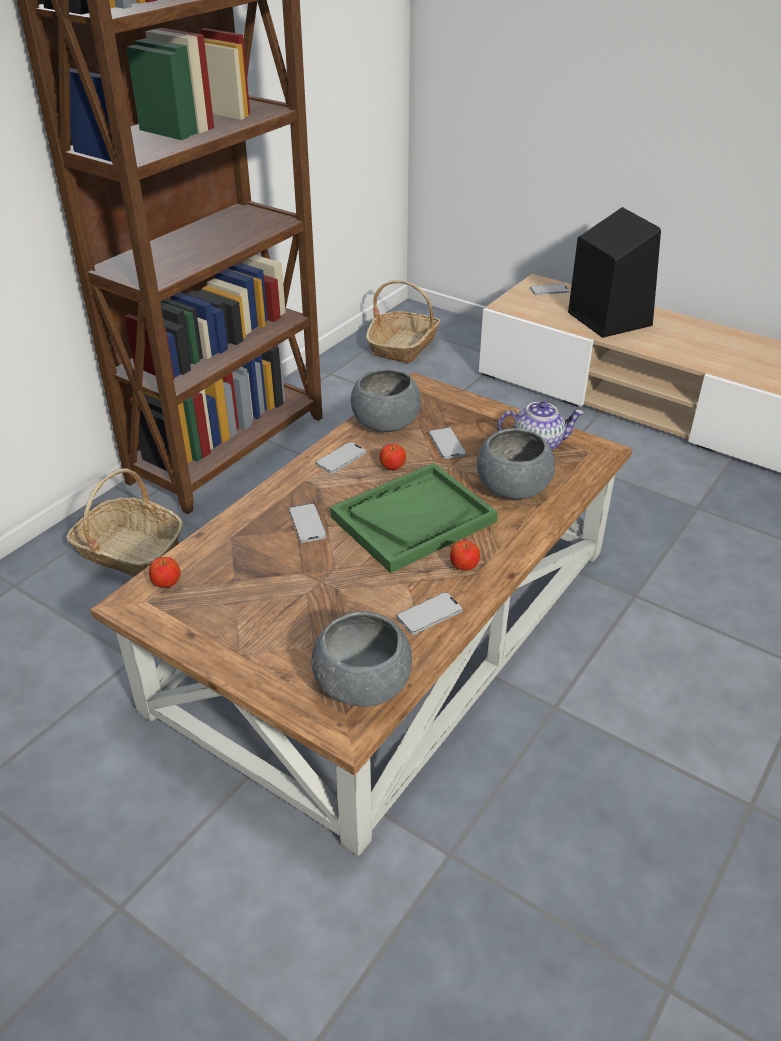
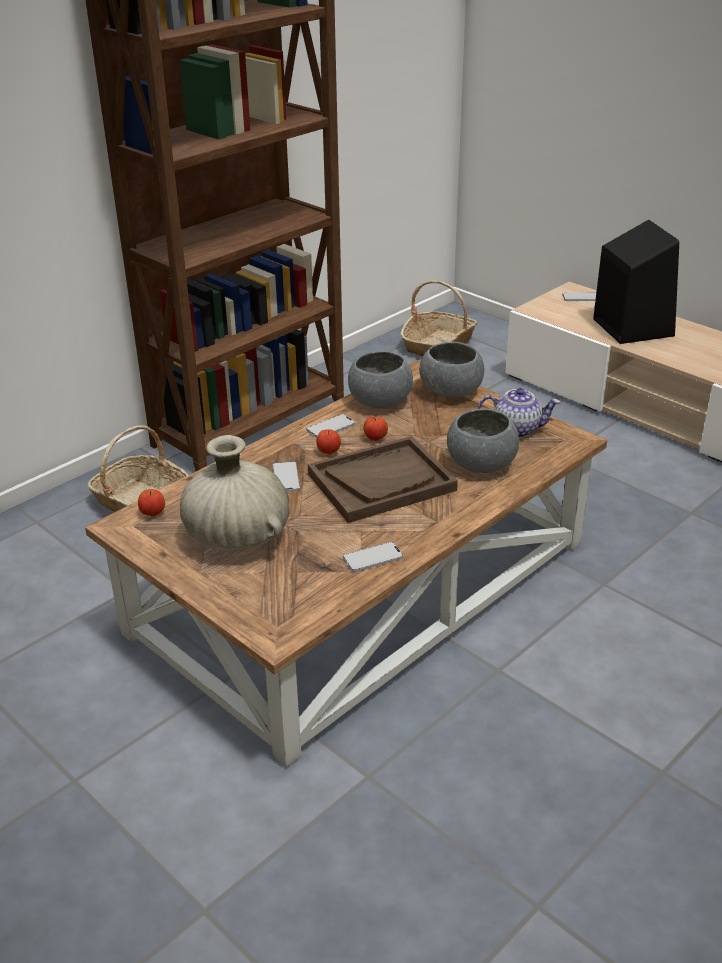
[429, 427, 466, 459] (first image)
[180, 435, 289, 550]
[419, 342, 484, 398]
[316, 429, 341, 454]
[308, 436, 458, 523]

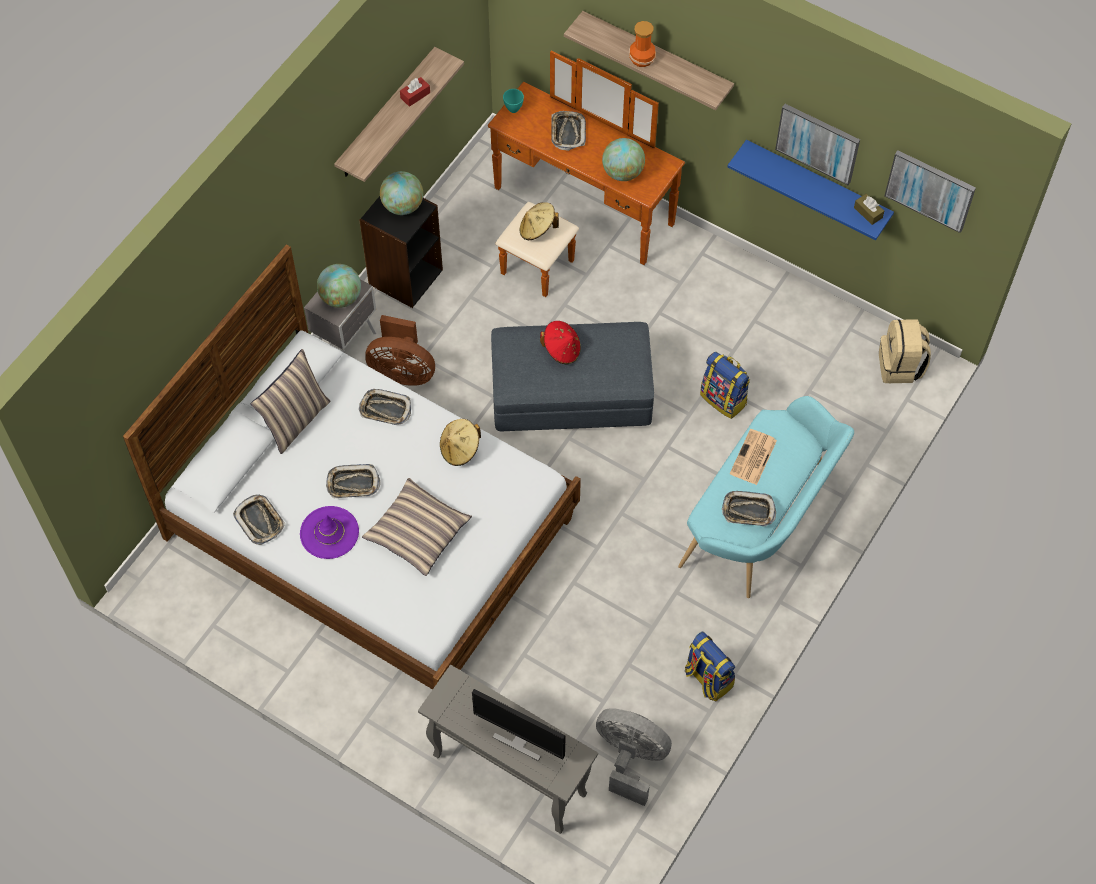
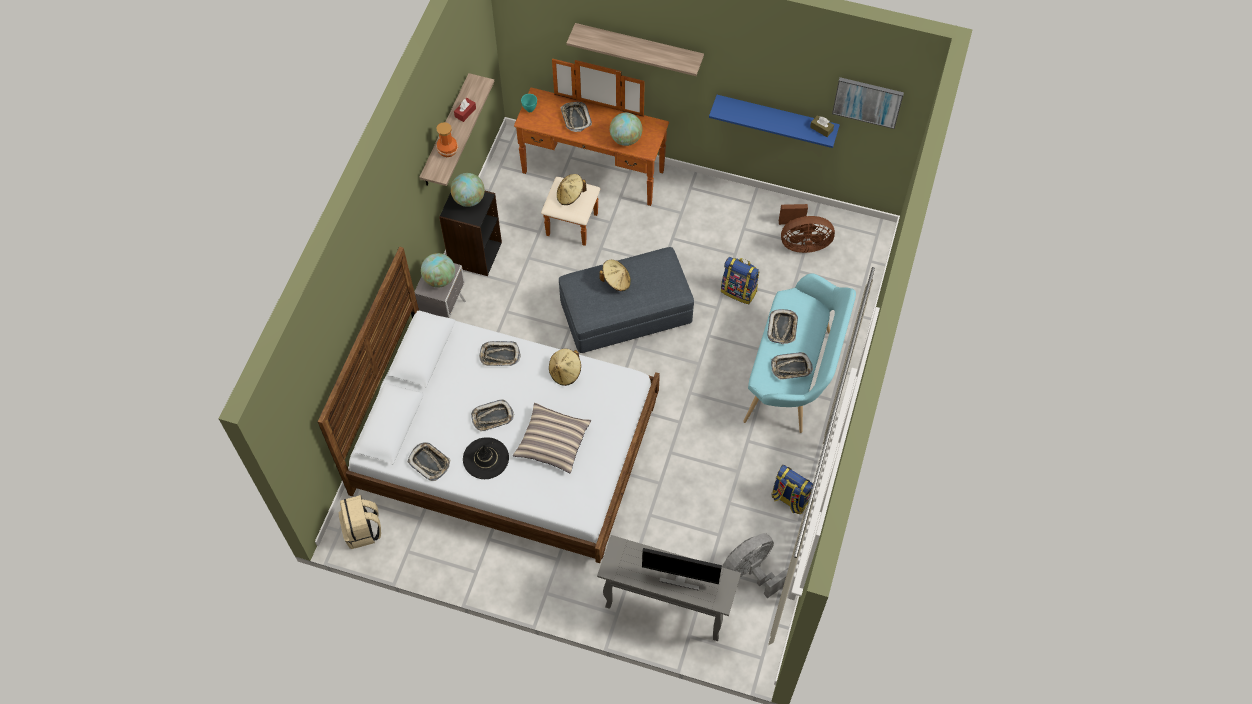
[251, 349, 331, 454] (first image)
[775, 104, 860, 185] (first image)
[779, 204, 835, 253]
[436, 122, 458, 157]
[339, 495, 381, 549]
[768, 309, 798, 344]
[463, 437, 509, 479]
[599, 260, 631, 291]
[722, 533, 789, 598]

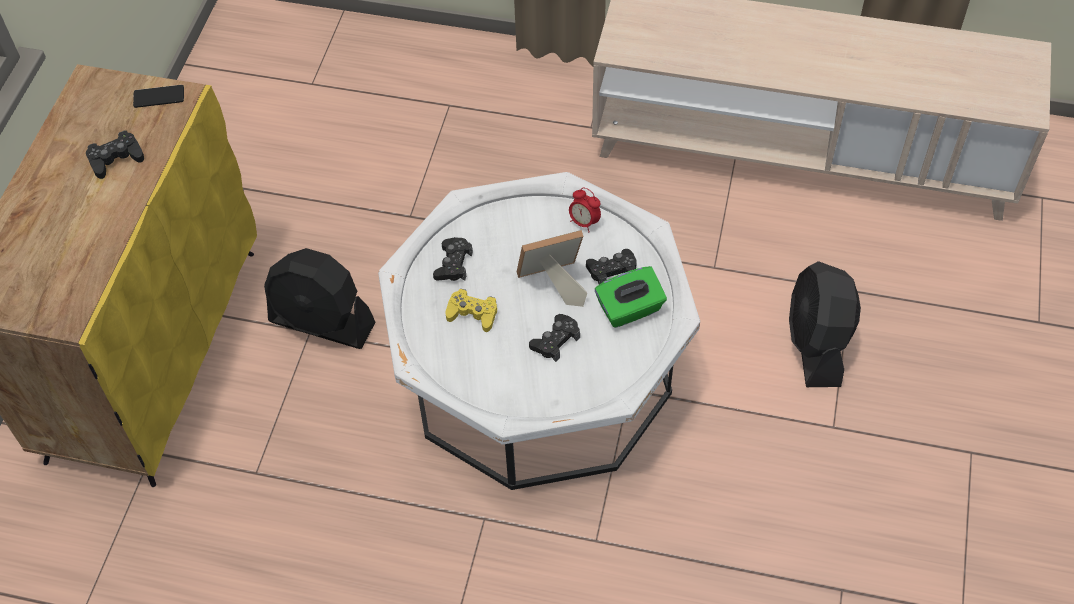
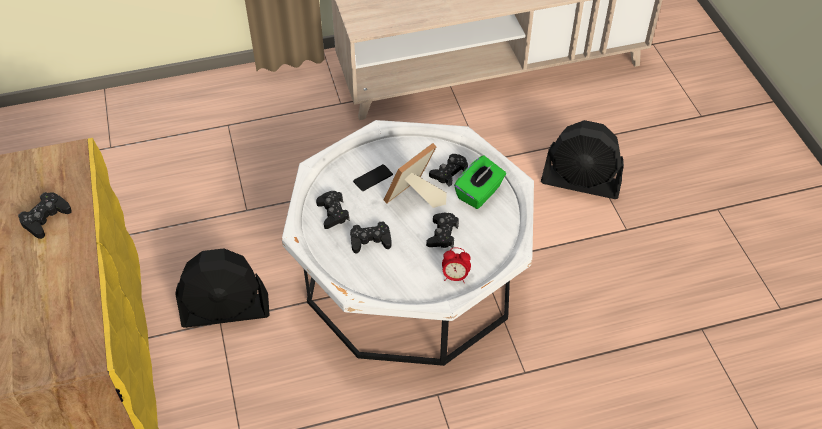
[353, 164, 393, 191]
[442, 247, 471, 283]
[350, 221, 392, 253]
[541, 120, 624, 199]

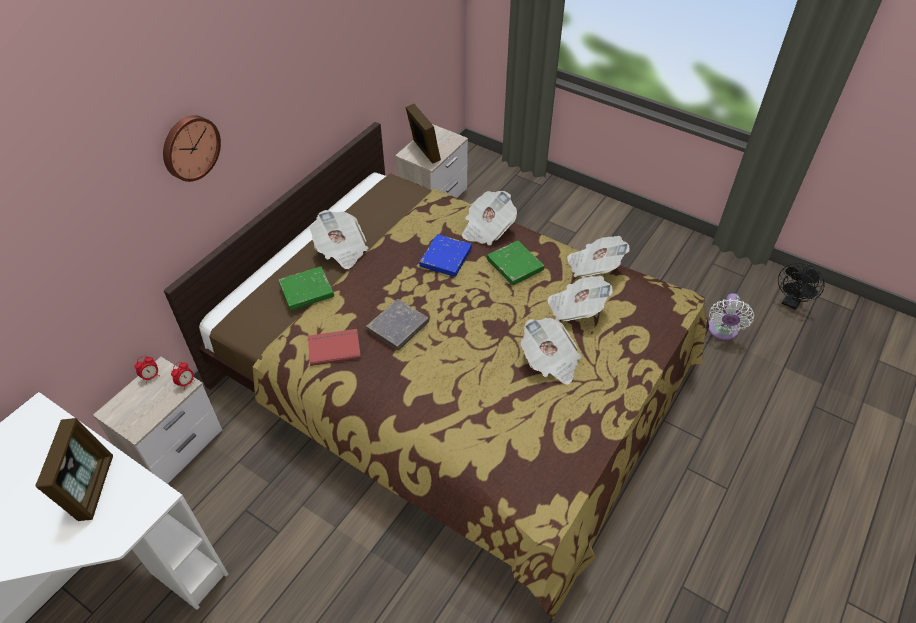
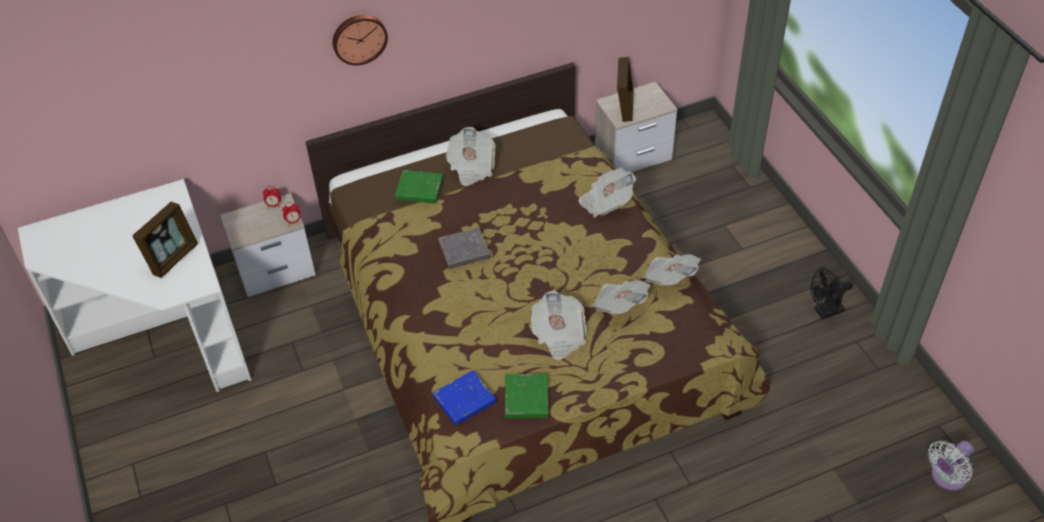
[308, 329, 361, 366] (first image)
[433, 370, 496, 426]
[505, 374, 549, 418]
[928, 441, 974, 491]
[811, 268, 853, 319]

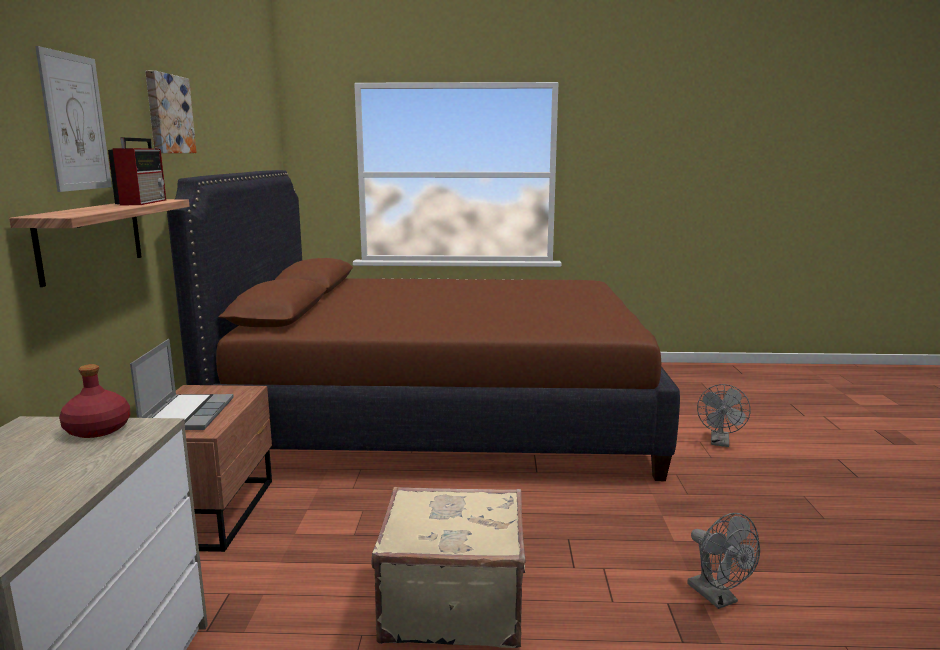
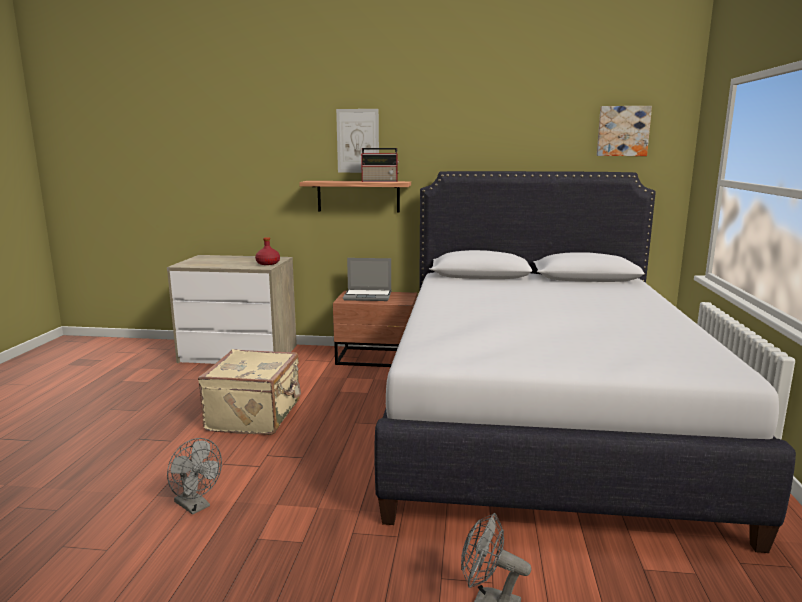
[597, 106, 652, 156]
[375, 171, 796, 553]
[167, 438, 222, 515]

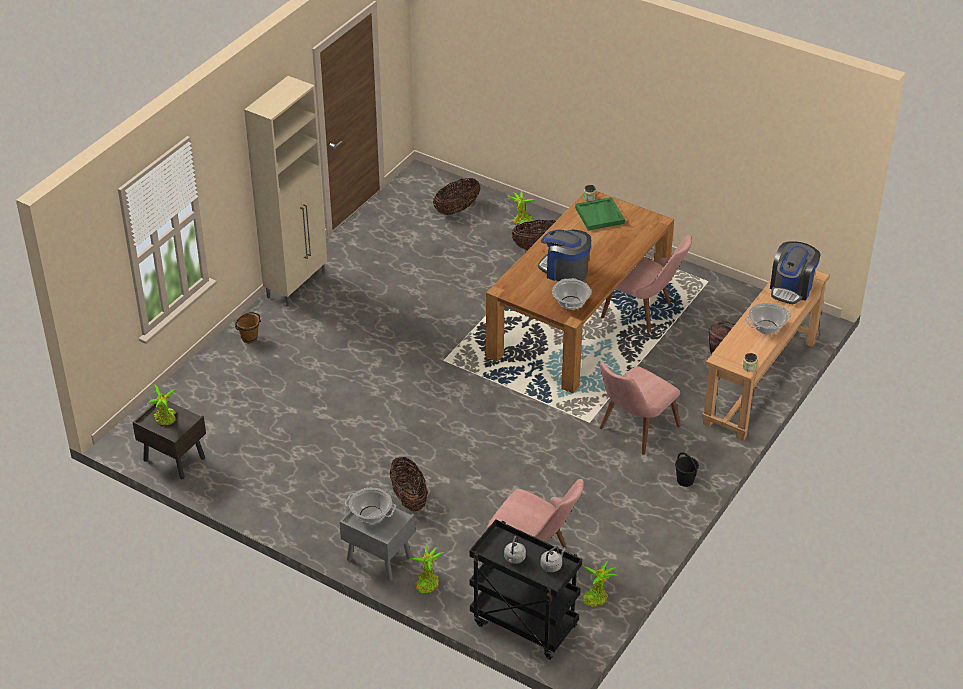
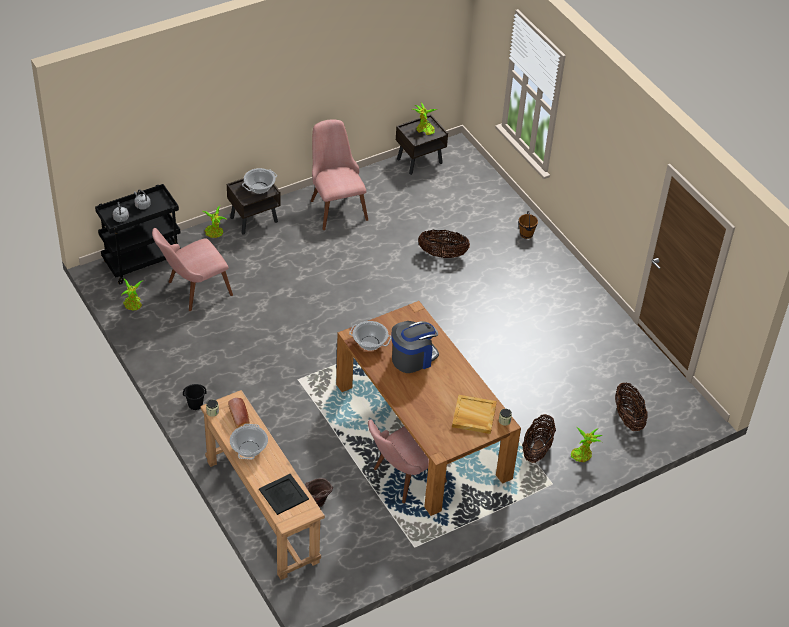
[244, 76, 327, 307] (first image)
[228, 398, 250, 428]
[418, 230, 470, 258]
[311, 119, 368, 230]
[259, 474, 309, 515]
[227, 178, 281, 234]
[452, 395, 497, 434]

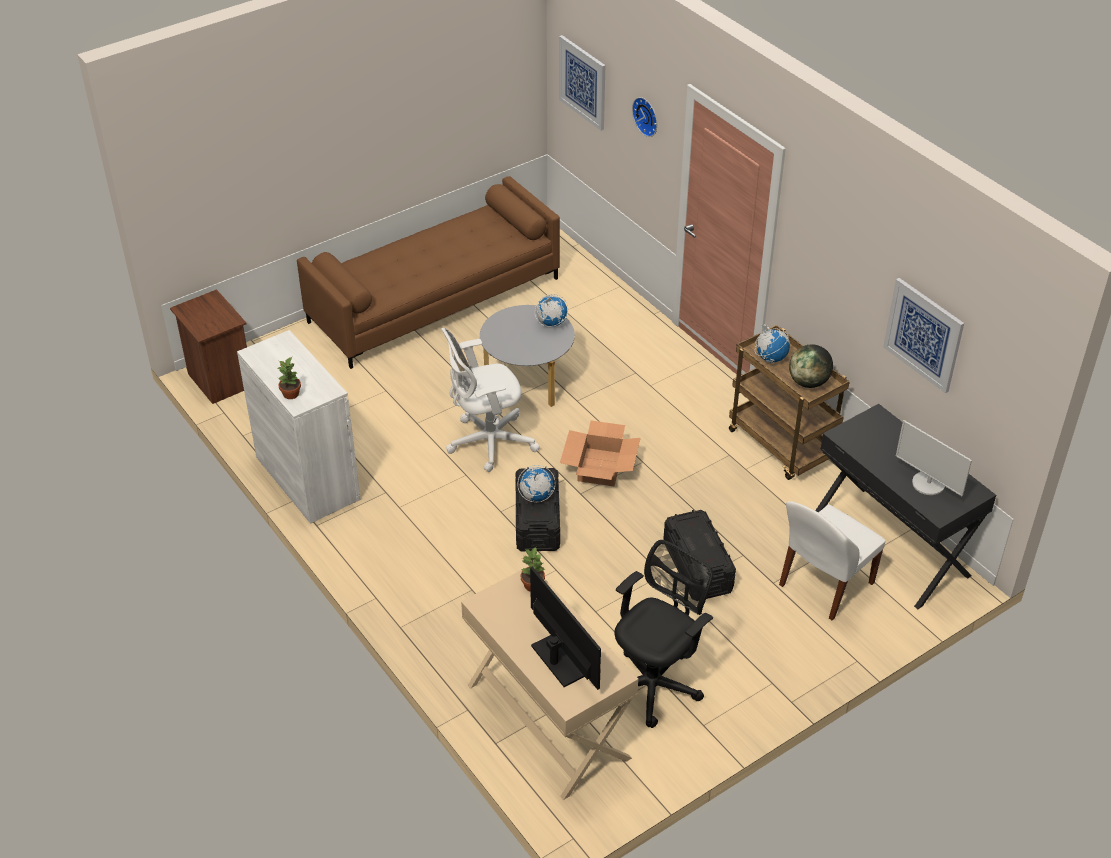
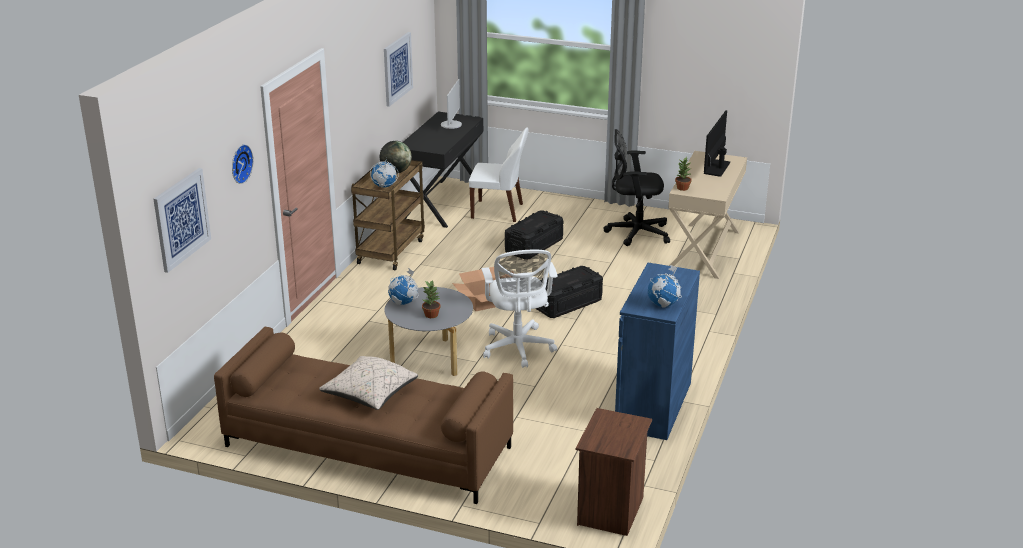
[319, 356, 418, 410]
[422, 280, 441, 318]
[648, 265, 682, 308]
[615, 263, 700, 440]
[482, 250, 558, 368]

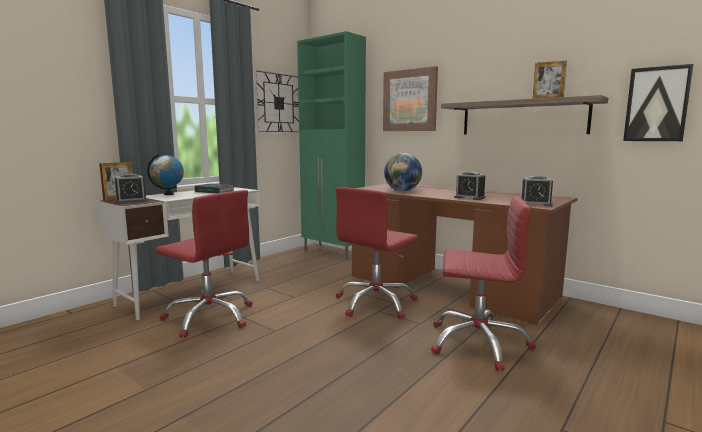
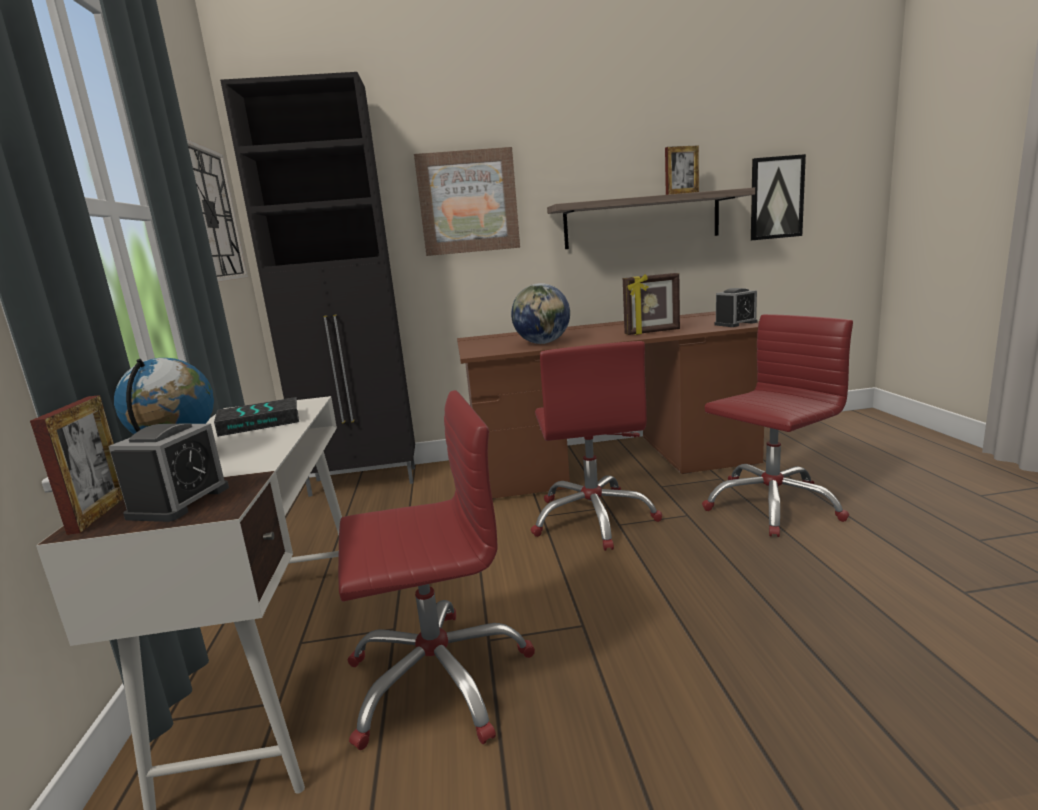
[623, 273, 680, 335]
[220, 72, 415, 497]

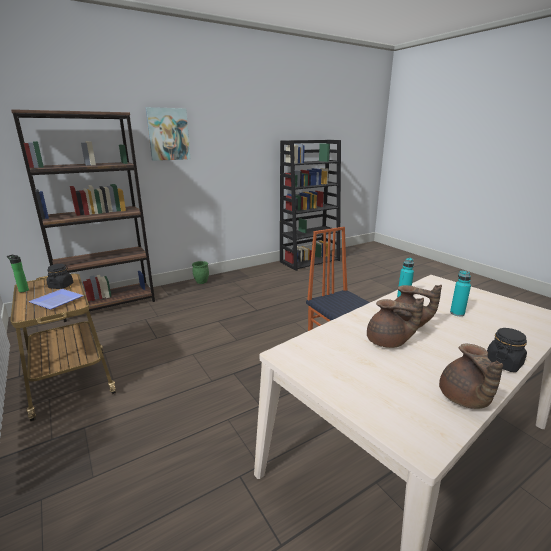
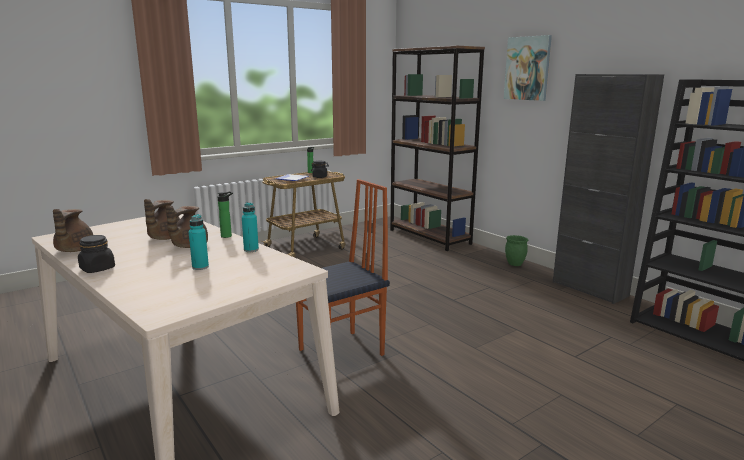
[217, 191, 233, 238]
[553, 74, 664, 304]
[53, 209, 93, 252]

